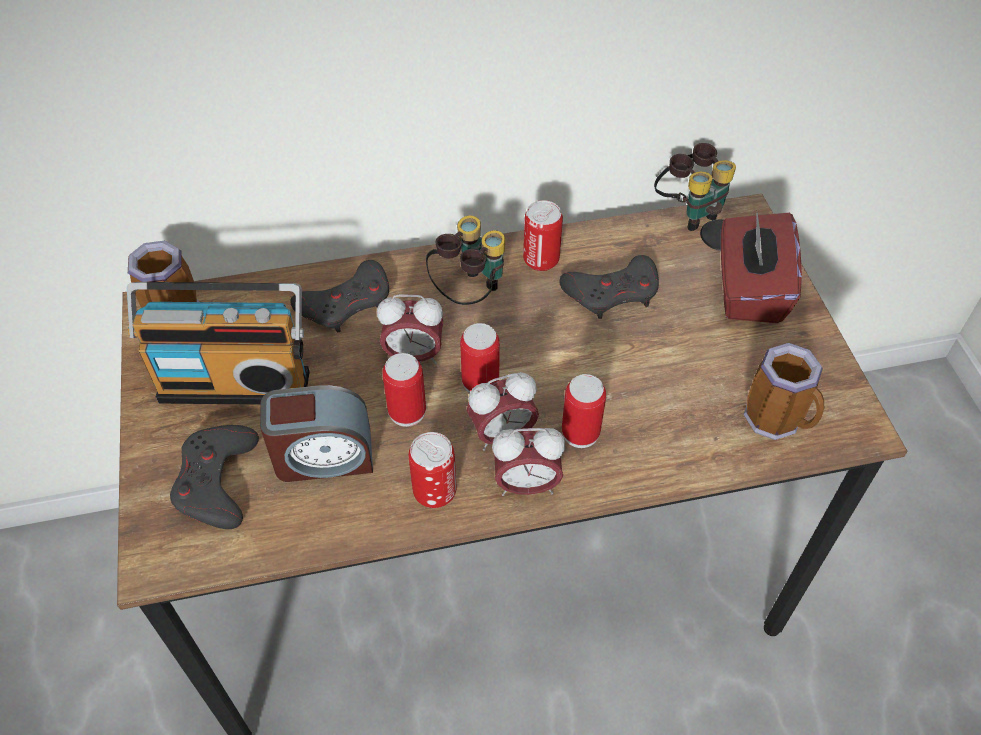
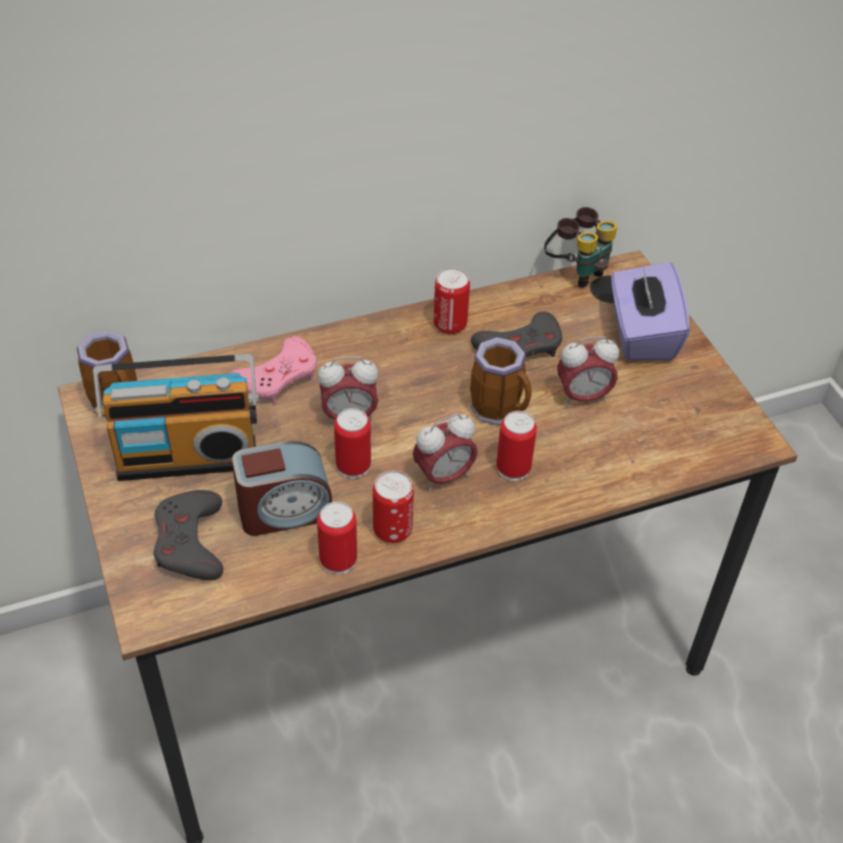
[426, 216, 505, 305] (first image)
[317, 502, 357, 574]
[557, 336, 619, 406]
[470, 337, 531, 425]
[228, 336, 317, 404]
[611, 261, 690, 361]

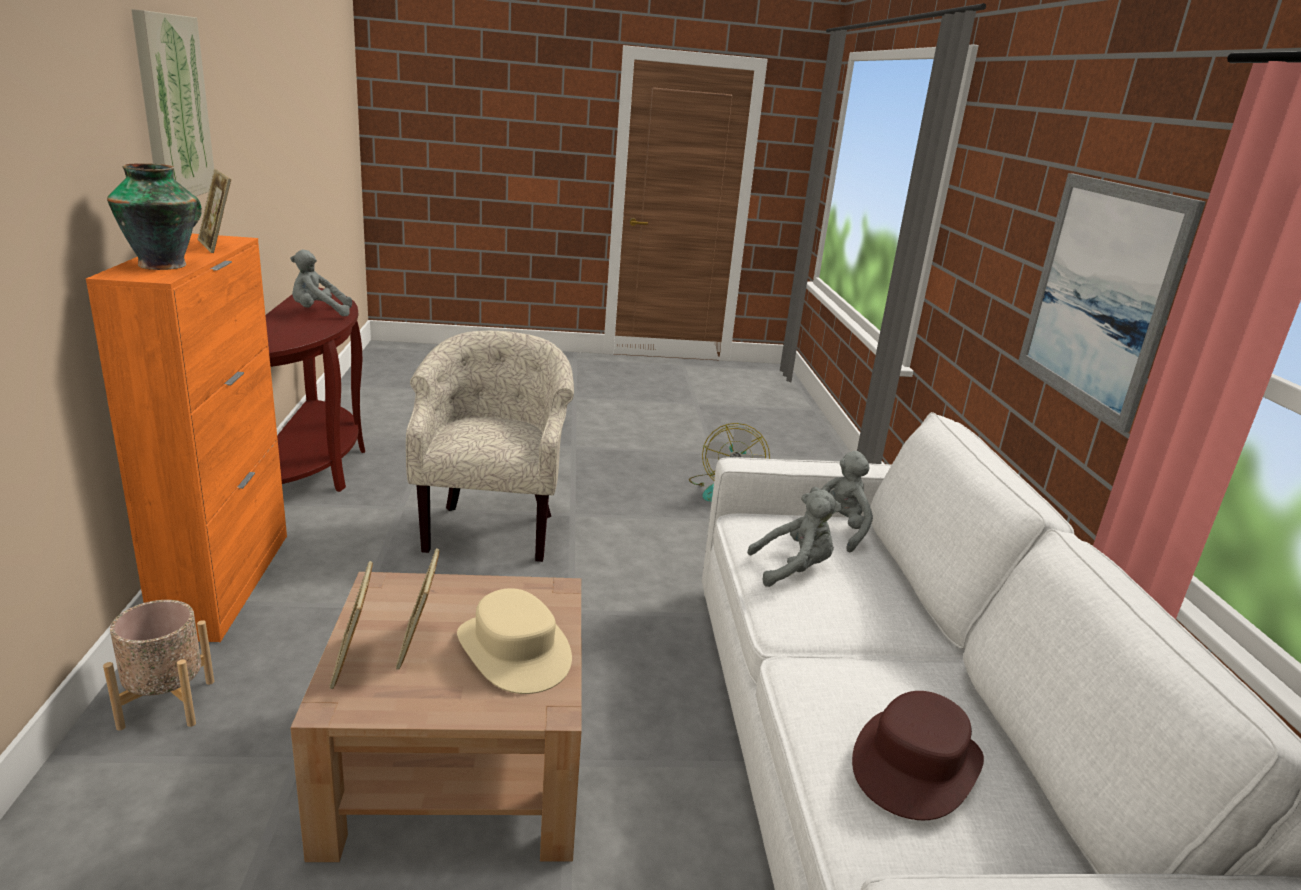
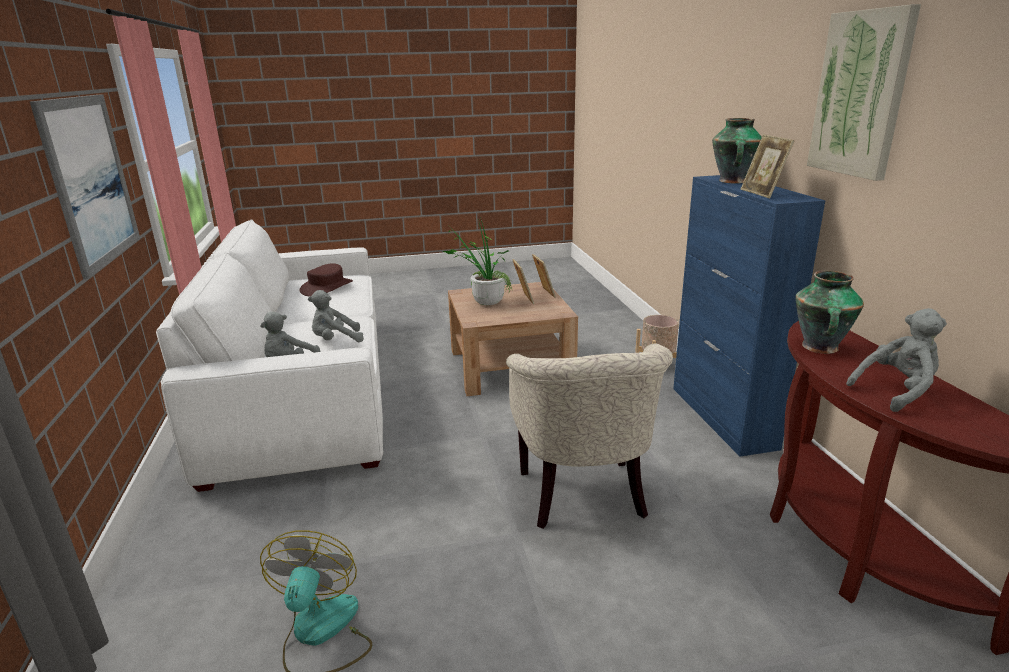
[795, 271, 864, 354]
[442, 217, 512, 305]
[673, 175, 825, 457]
[740, 134, 795, 198]

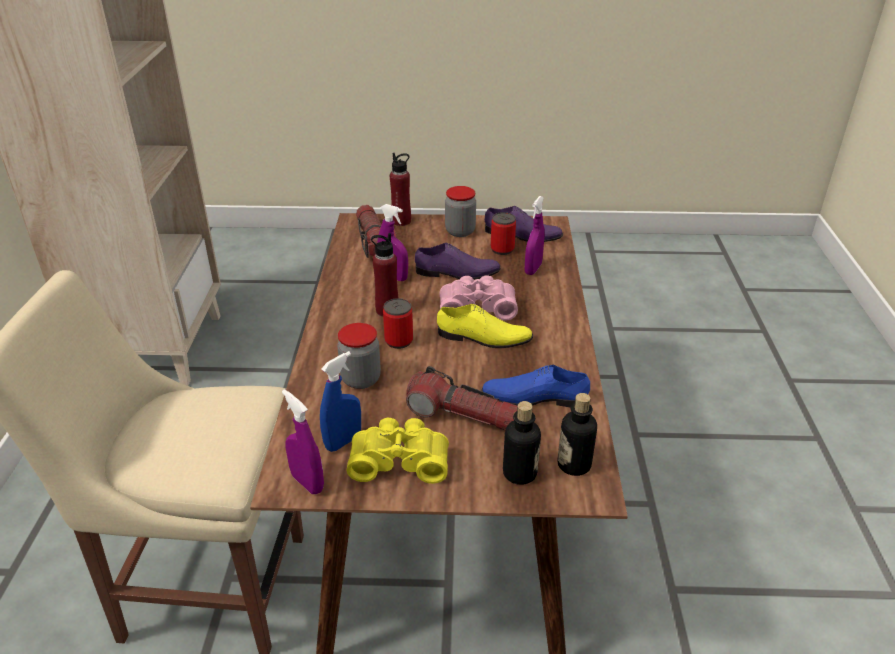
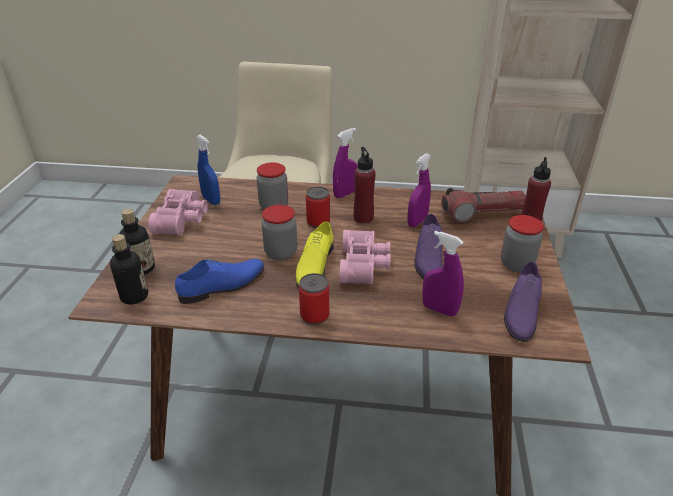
[406, 366, 517, 430] (first image)
[262, 205, 297, 261]
[333, 128, 358, 198]
[299, 273, 329, 325]
[148, 189, 208, 235]
[175, 259, 264, 304]

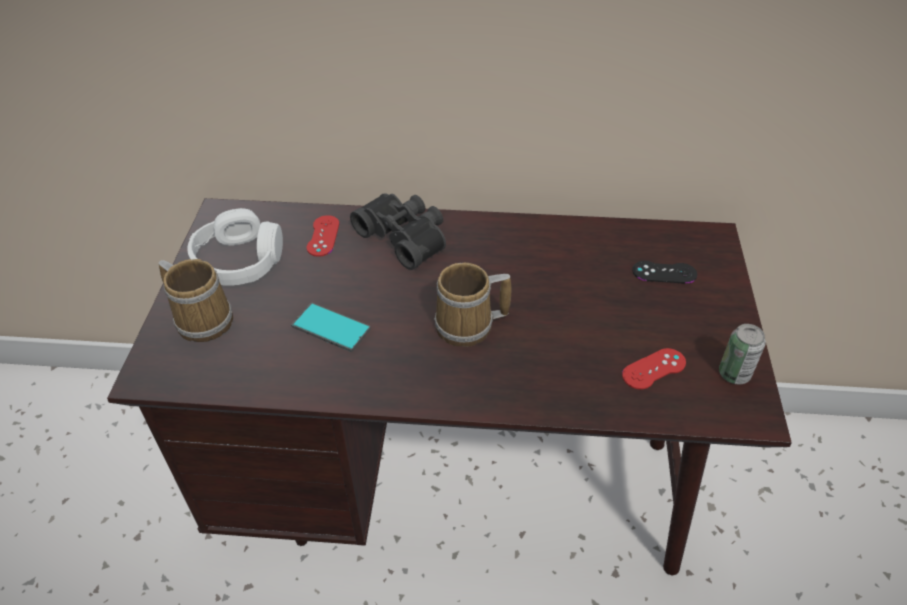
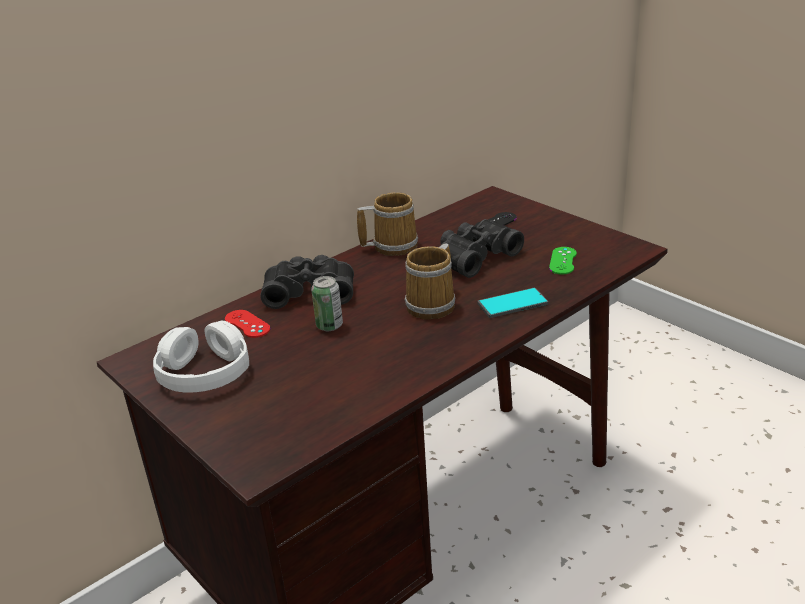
[440, 219, 524, 278]
[357, 192, 418, 256]
[477, 288, 548, 318]
[311, 276, 343, 331]
[549, 247, 577, 274]

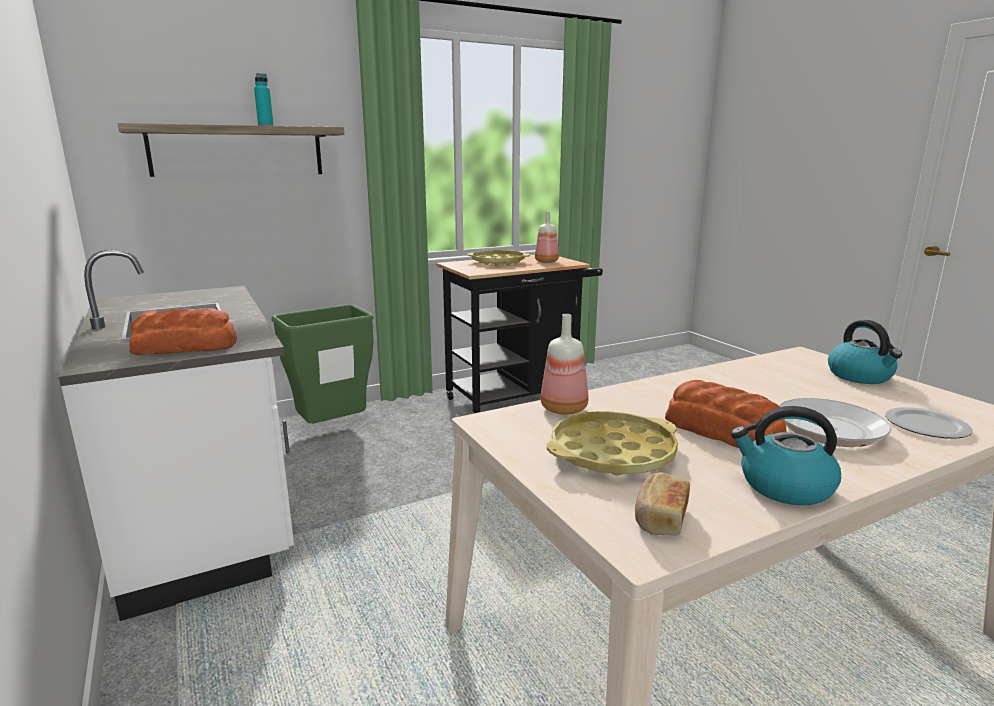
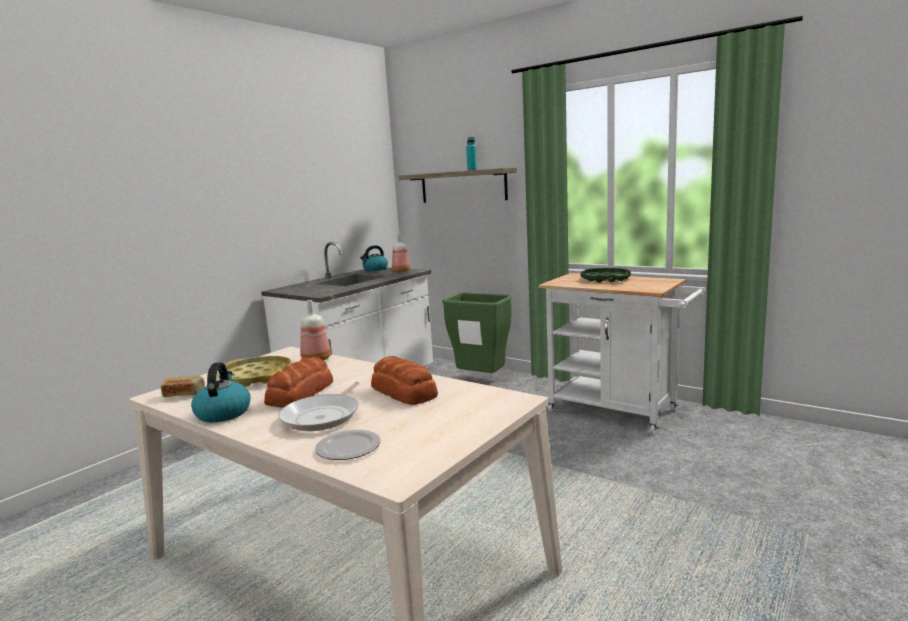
[371, 356, 438, 405]
[392, 234, 410, 272]
[360, 245, 388, 271]
[538, 273, 706, 434]
[580, 268, 631, 283]

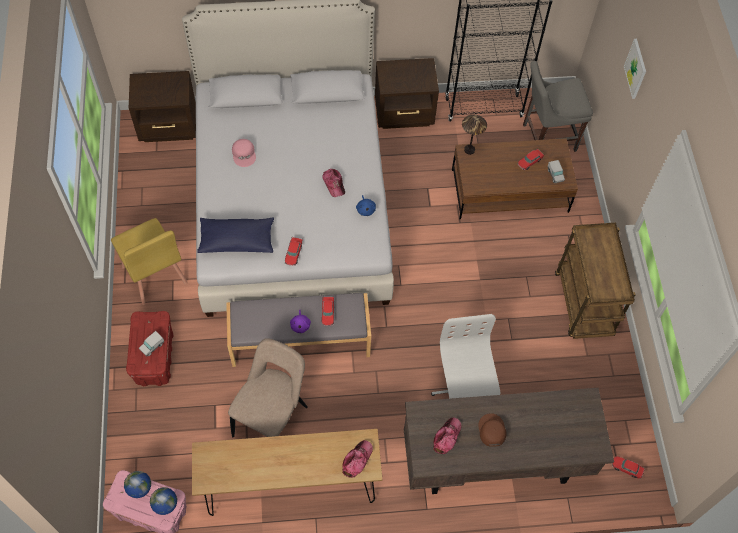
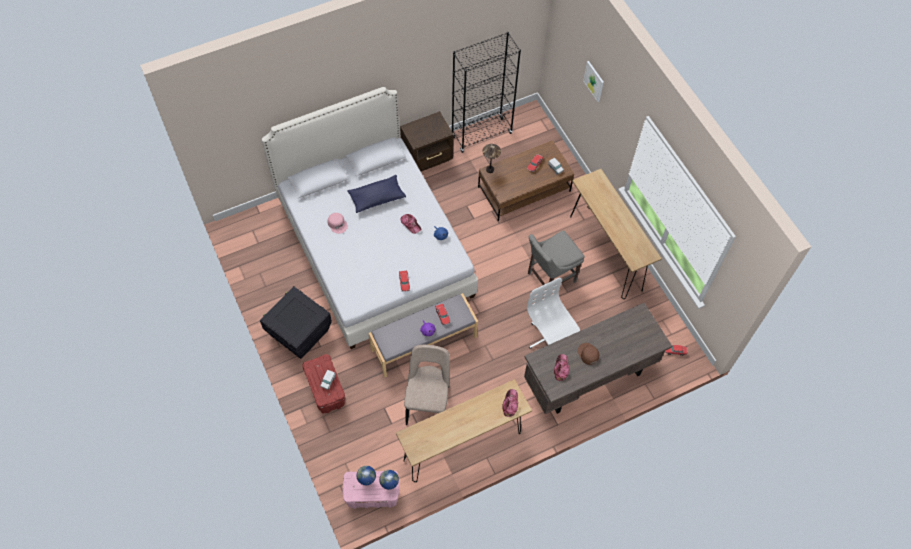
[129, 71, 196, 142] (first image)
[347, 175, 406, 213]
[528, 230, 585, 290]
[260, 286, 332, 359]
[570, 169, 662, 299]

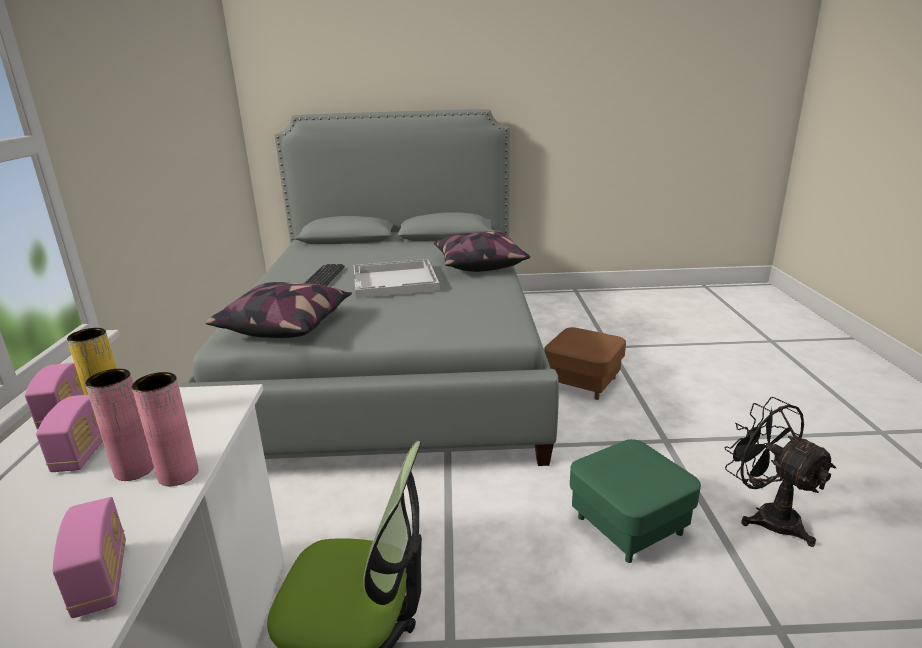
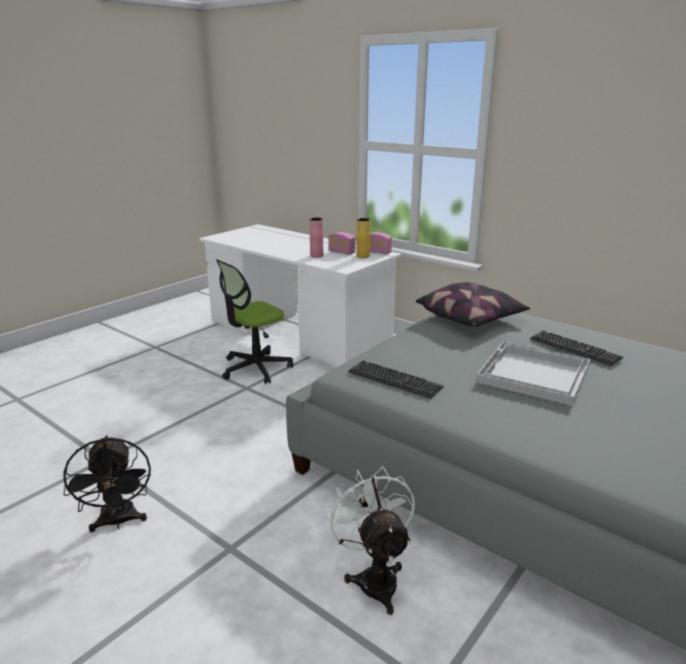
[53, 497, 126, 618] (first image)
[132, 372, 199, 486] (first image)
[434, 231, 530, 272] (first image)
[570, 439, 701, 563] (first image)
[348, 360, 444, 399]
[326, 466, 415, 615]
[63, 435, 151, 532]

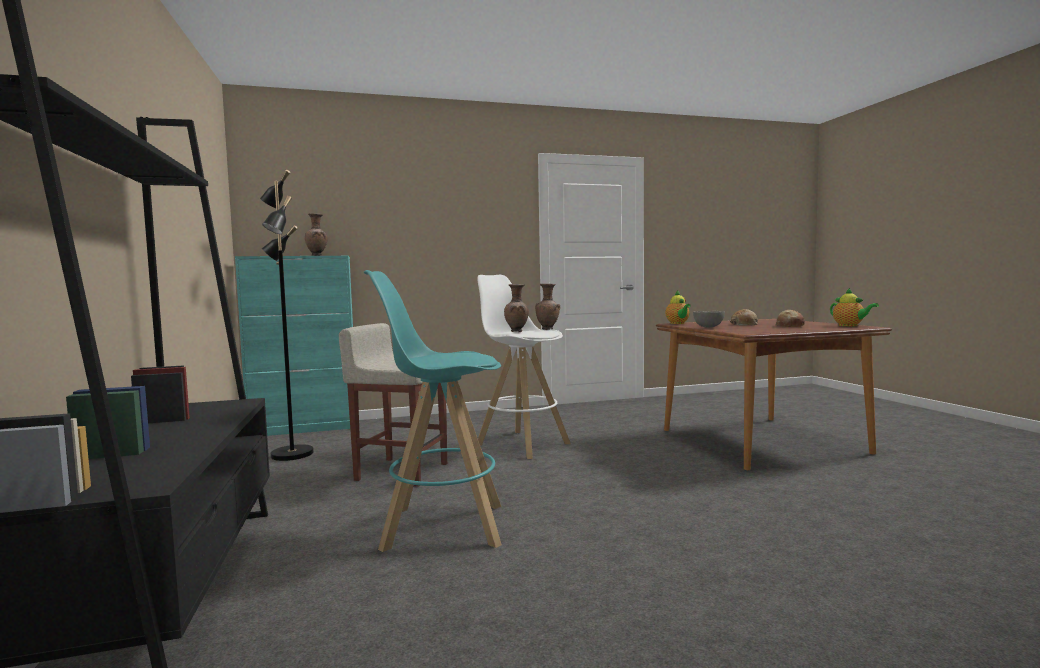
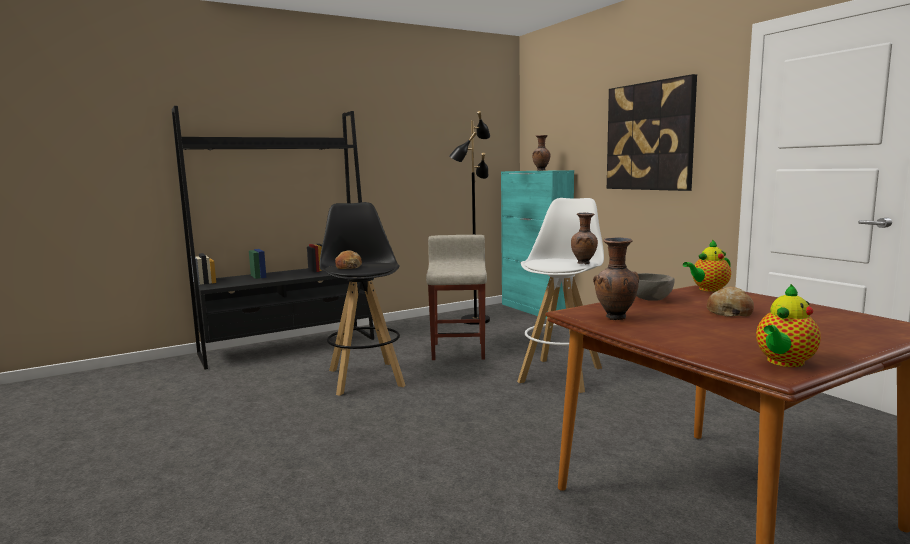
[607, 74, 697, 191]
[593, 237, 639, 320]
[335, 250, 362, 269]
[320, 202, 406, 396]

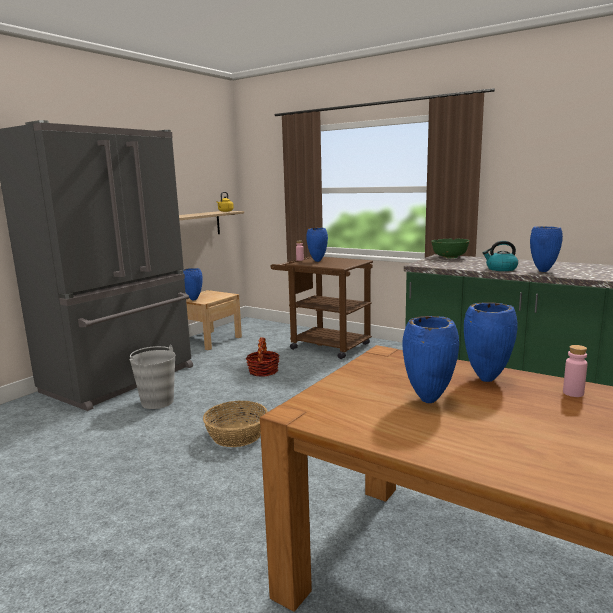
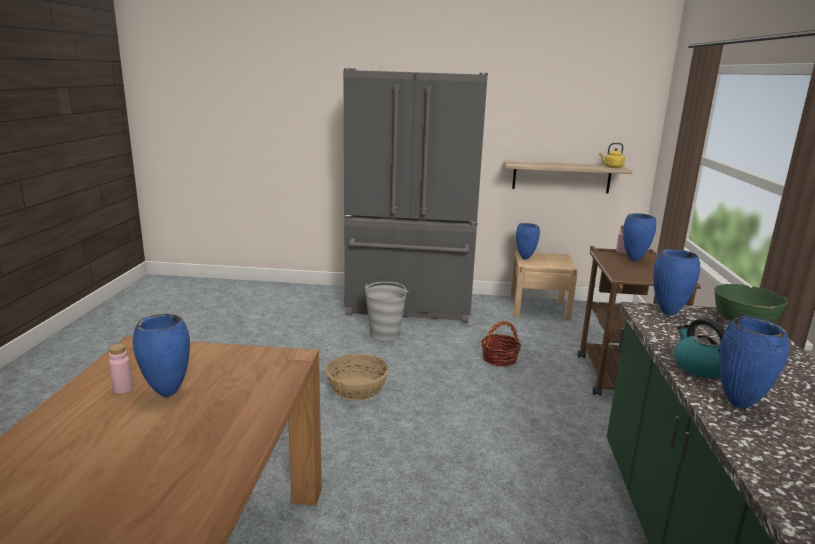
[653, 249, 700, 316]
[109, 344, 133, 394]

